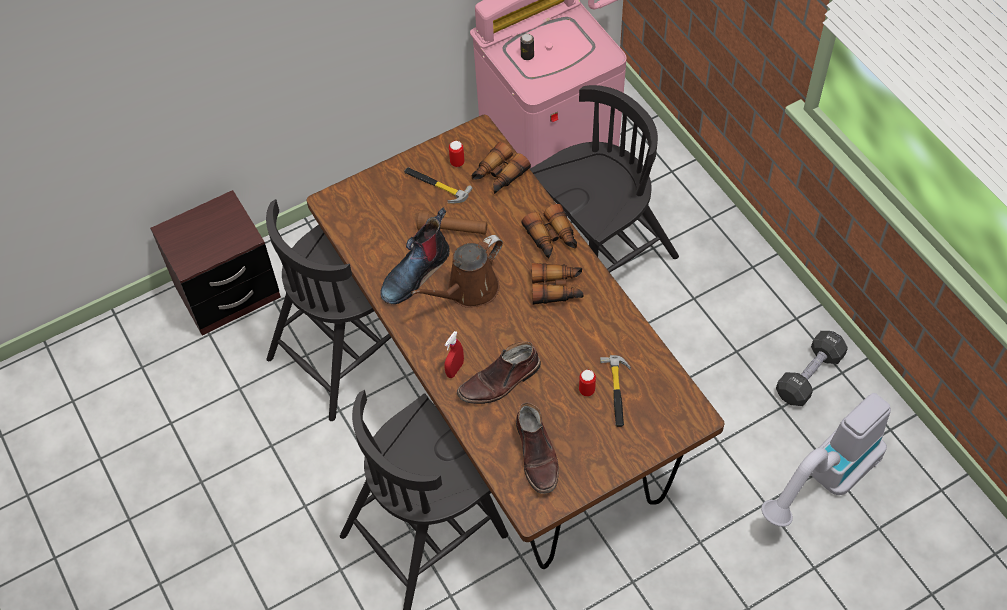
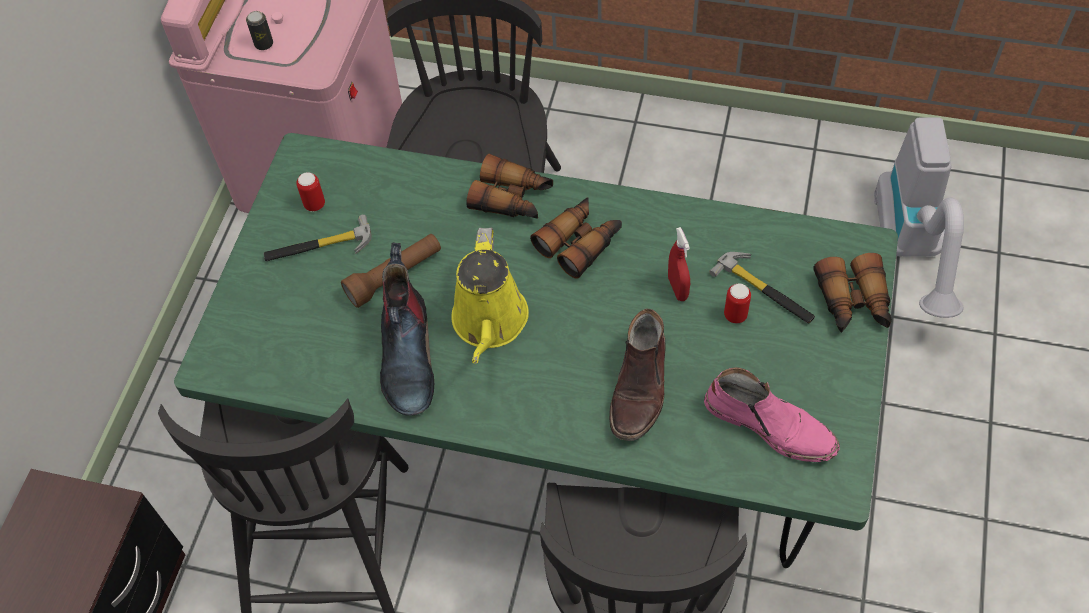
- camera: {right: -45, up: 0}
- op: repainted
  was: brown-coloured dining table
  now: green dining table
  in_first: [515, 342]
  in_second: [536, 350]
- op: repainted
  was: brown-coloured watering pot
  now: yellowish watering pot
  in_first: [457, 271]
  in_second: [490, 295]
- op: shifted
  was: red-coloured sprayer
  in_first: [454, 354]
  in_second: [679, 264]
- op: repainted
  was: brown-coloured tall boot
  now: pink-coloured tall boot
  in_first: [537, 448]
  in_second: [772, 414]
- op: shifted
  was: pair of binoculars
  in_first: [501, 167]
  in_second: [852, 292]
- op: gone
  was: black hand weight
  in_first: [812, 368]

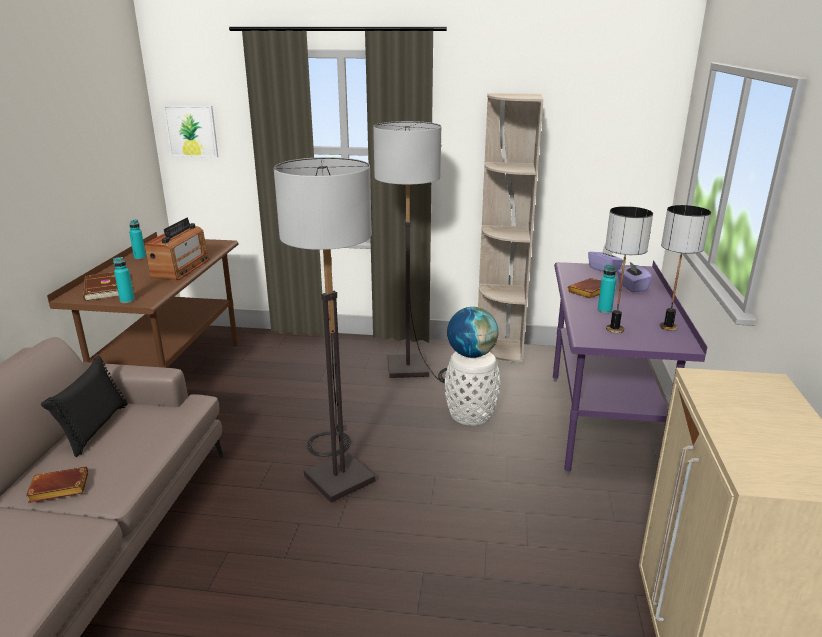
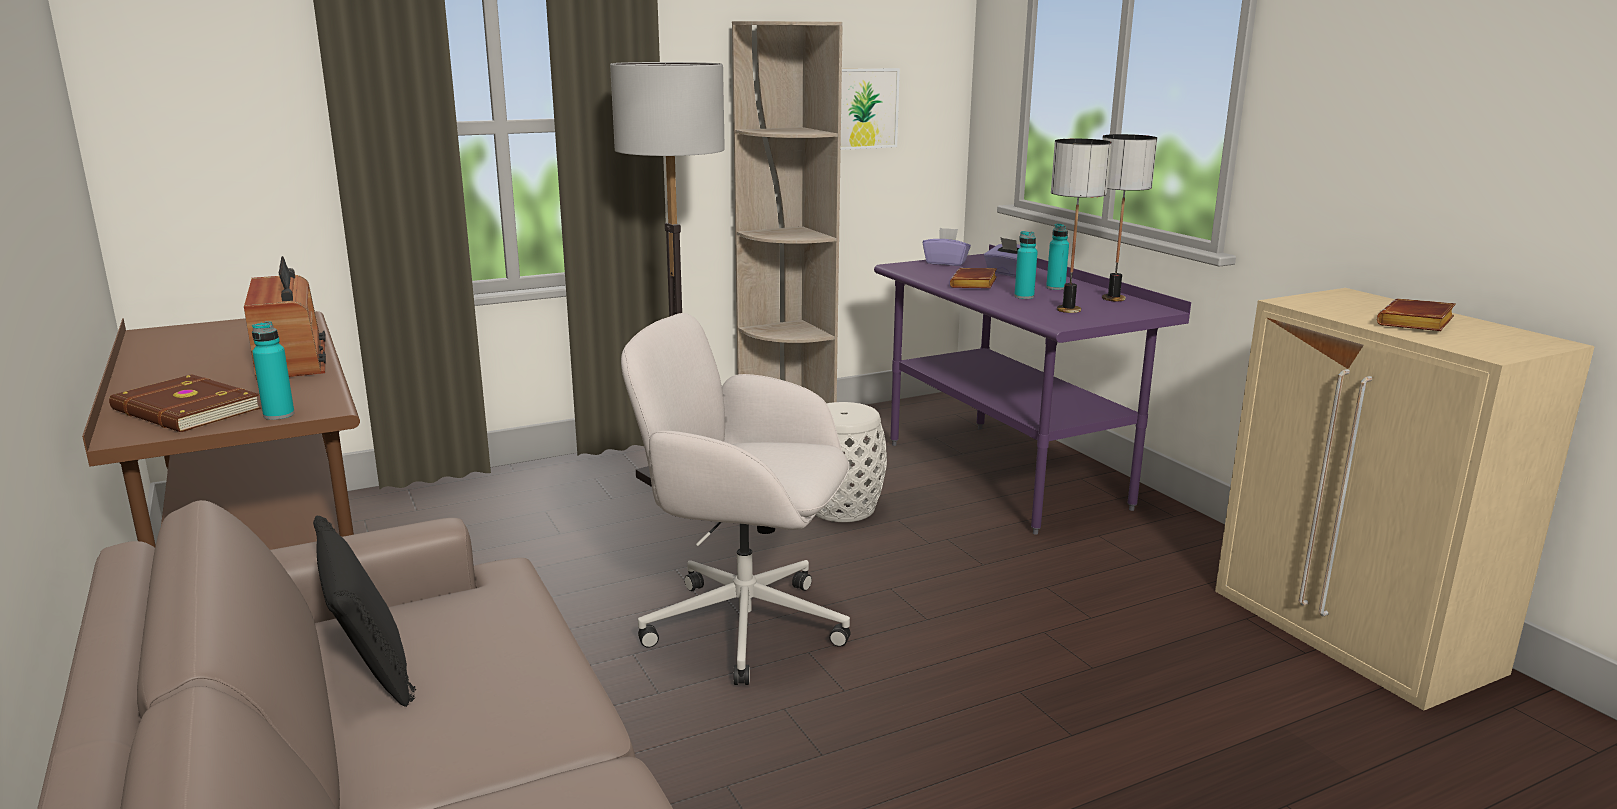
- camera: {right: -35, up: -5}
- op: swapped
  was: standard lamp
  now: white-coloured computer chair
  in_first: [324, 330]
  in_second: [735, 499]
- op: shifted
  was: wall picture
  in_first: [190, 131]
  in_second: [870, 109]
- op: shifted
  was: blue-green bottle
  in_first: [137, 239]
  in_second: [1057, 257]
- op: shifted
  was: brown-coloured book
  in_first: [57, 485]
  in_second: [1416, 314]
- op: gone
  was: globe
  in_first: [472, 332]

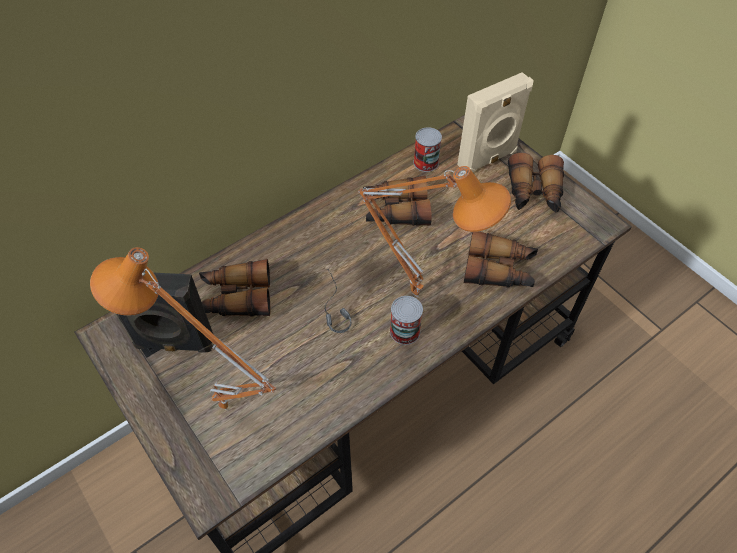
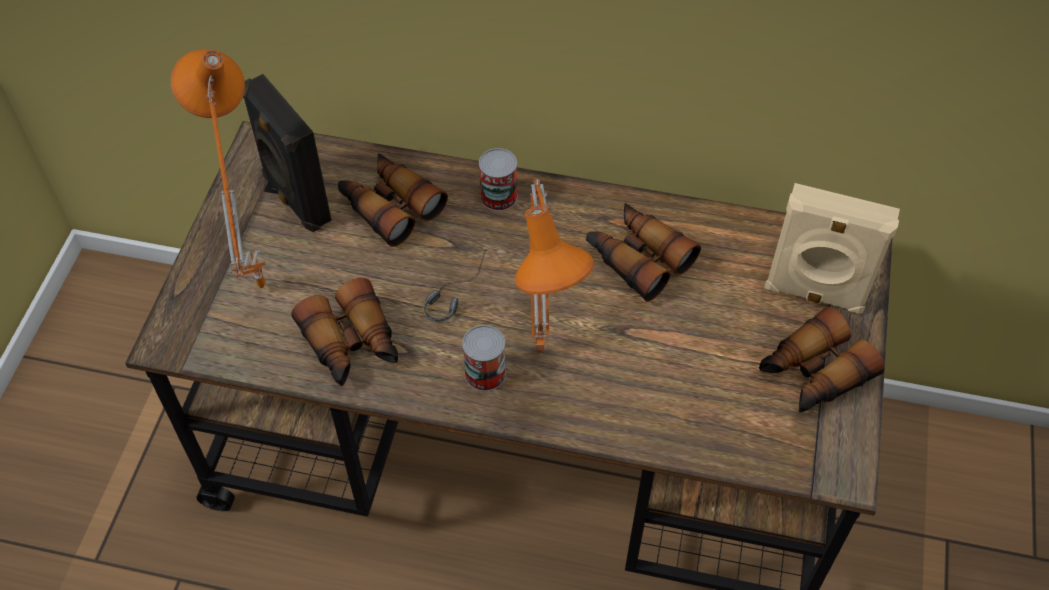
- camera: {right: 50, up: 0}
- op: shifted
  was: pair of binoculars
  in_first: [501, 259]
  in_second: [344, 332]
- op: shifted
  was: sealed can
  in_first: [428, 149]
  in_second: [498, 179]

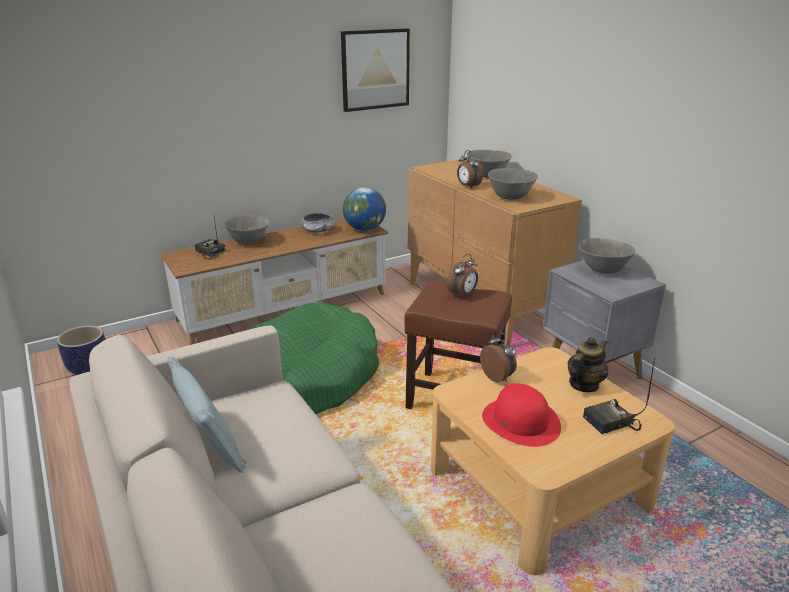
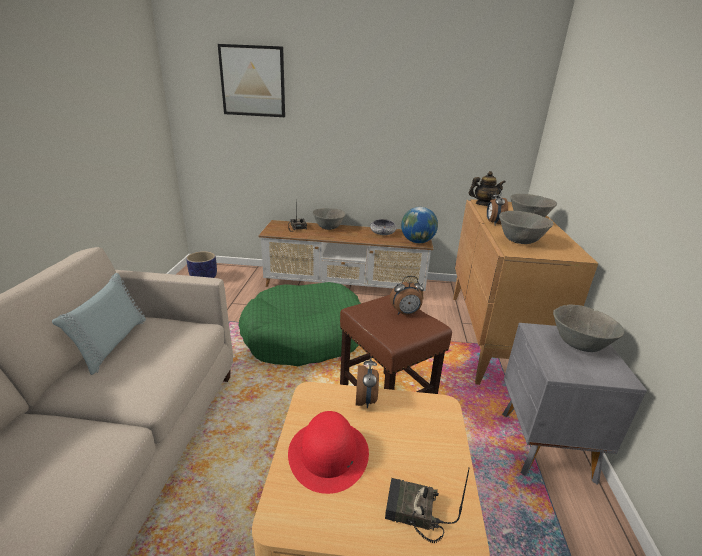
- camera: {right: 35, up: 0}
- op: shifted
  was: wall picture
  in_first: [375, 70]
  in_second: [251, 80]
- op: shifted
  was: teapot
  in_first: [588, 364]
  in_second: [487, 188]

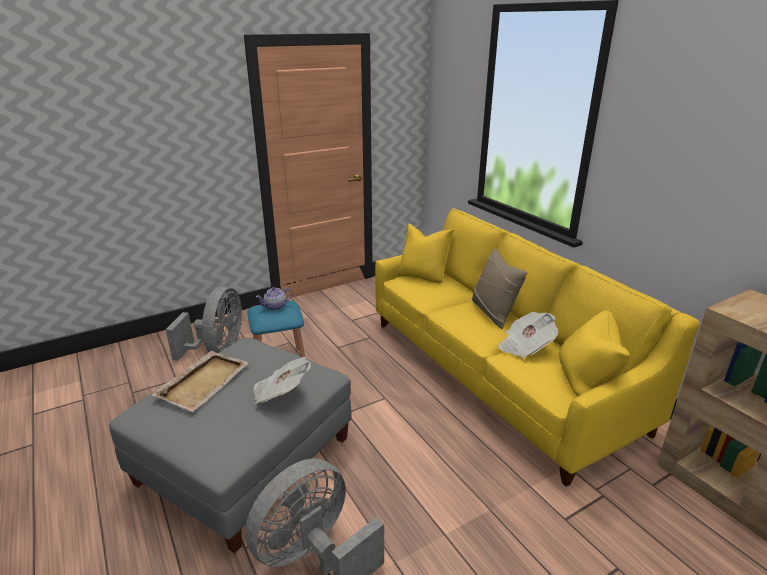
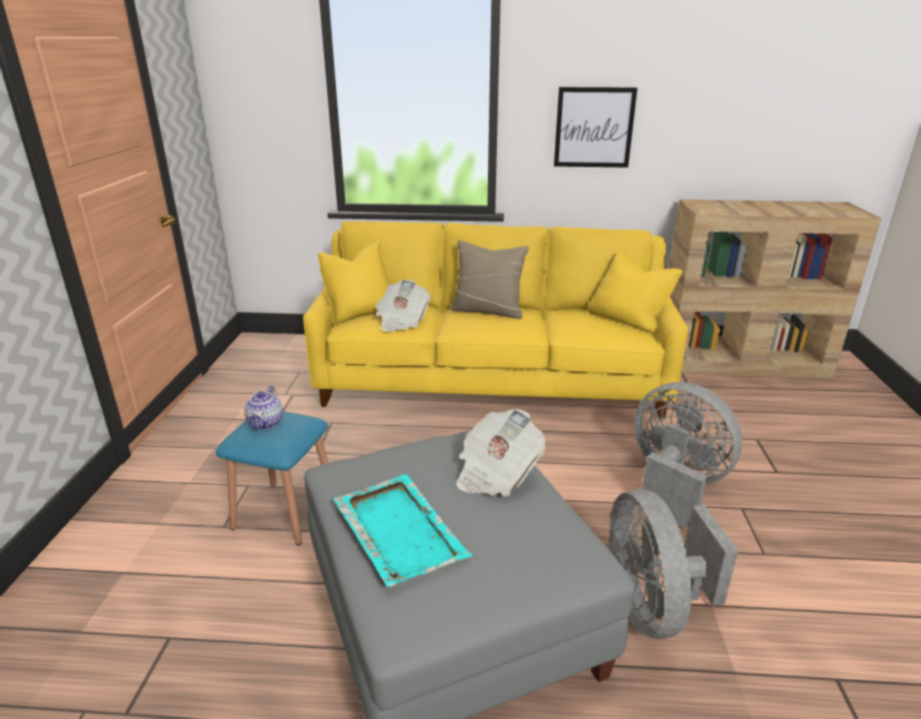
- camera: {right: -55, up: 0}
- op: repainted
  was: sand-coloured tray
  now: blue-green tray
  in_first: [200, 381]
  in_second: [402, 530]
- op: shifted
  was: newspaper
  in_first: [528, 335]
  in_second: [403, 305]
- op: new
  now: wall picture
  in_second: [595, 127]
- op: shifted
  was: greyish electric fan
  in_first: [204, 324]
  in_second: [688, 455]

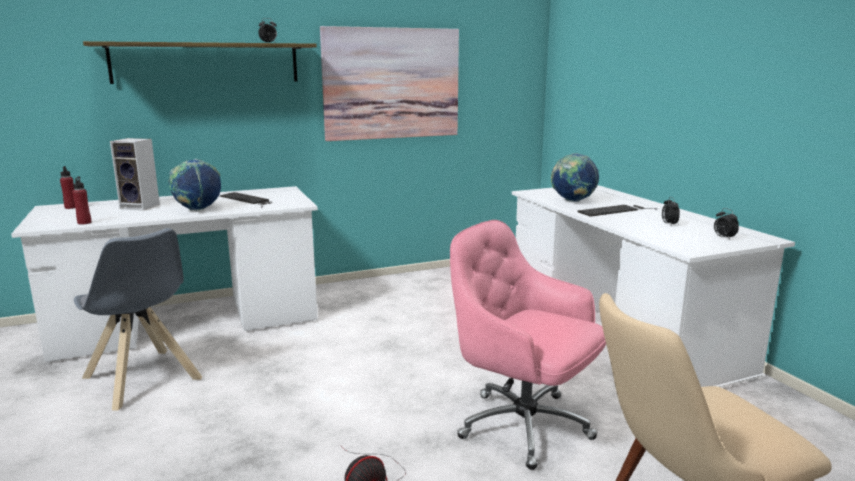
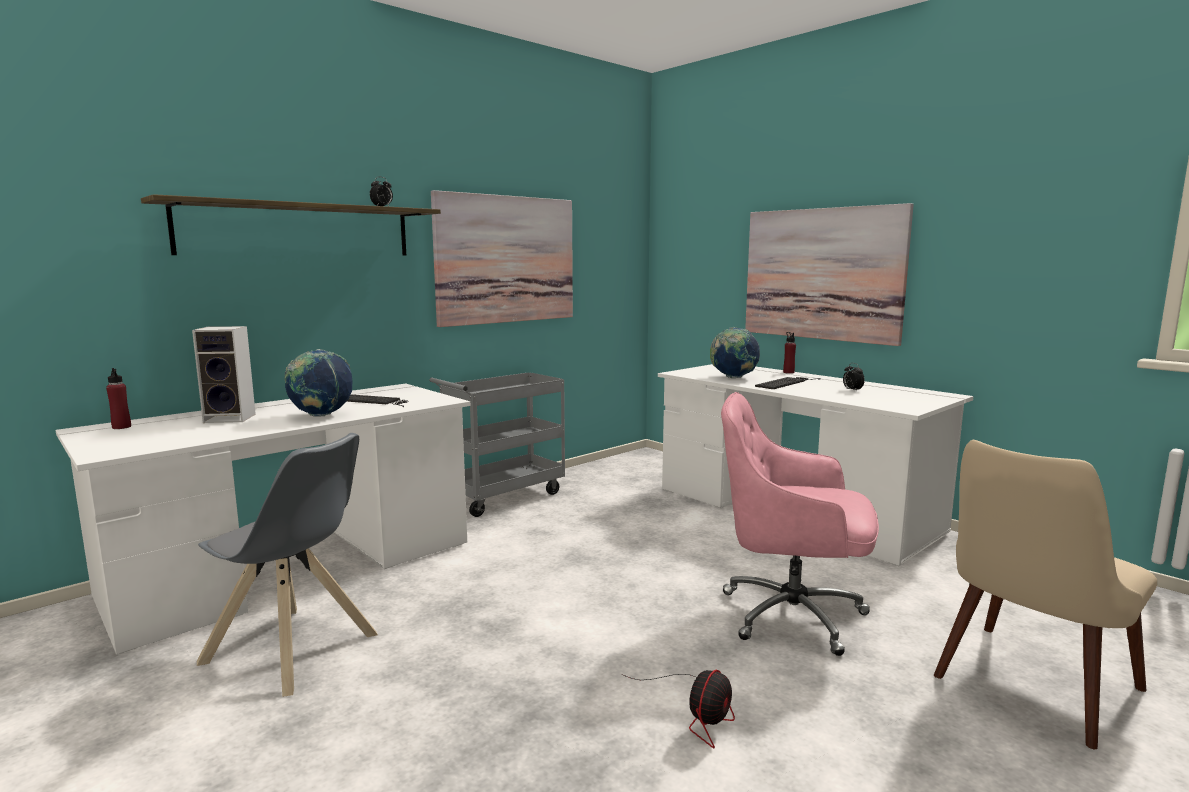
- camera: {right: -20, up: -5}
- op: new
  now: greyish cart
  in_second: [497, 444]
- op: new
  now: wall picture
  in_second: [829, 274]
- op: shifted
  was: red-coloured bottle
  in_first: [81, 201]
  in_second: [789, 353]
- op: gone
  was: bedside clock
  in_first: [726, 224]

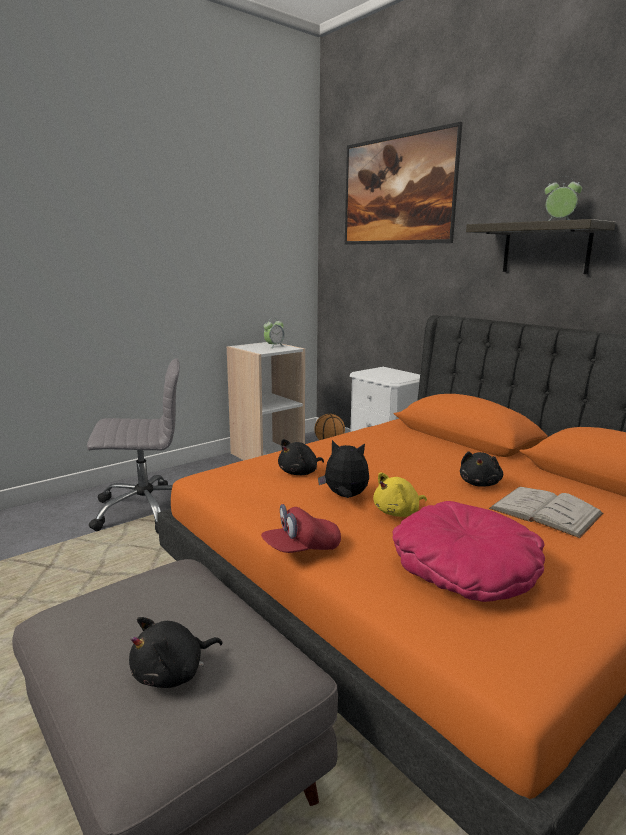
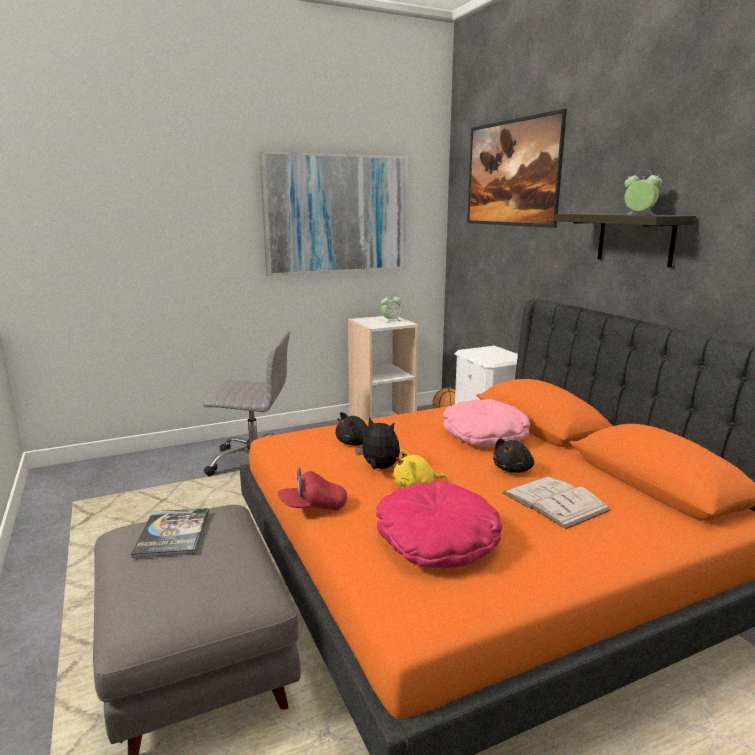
- camera: {right: 15, up: 0}
- op: new
  now: book
  in_second: [170, 533]
- op: new
  now: wall picture
  in_second: [333, 213]
- op: new
  now: pink-coloured throw pillow
  in_second: [486, 423]
- op: gone
  was: black soft toy
  in_first: [175, 652]

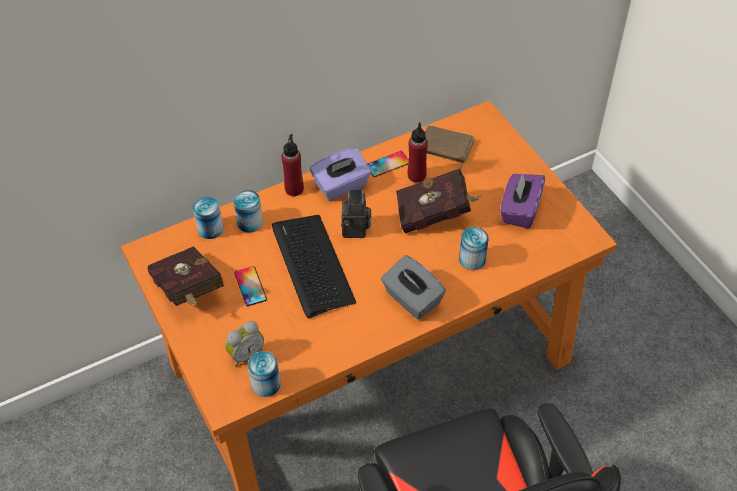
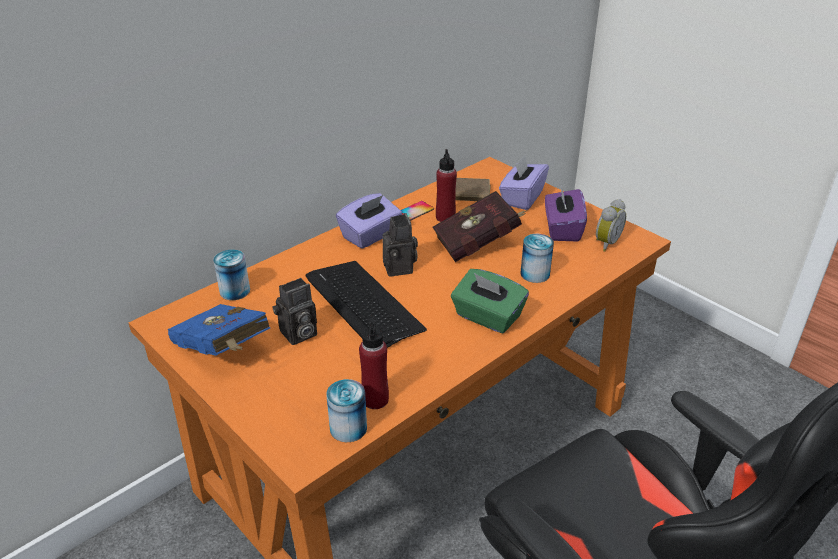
- camera: {right: -15, up: -15}
- op: repainted
  was: red-coloured book
  now: blue book
  in_first: [186, 276]
  in_second: [219, 330]
- op: swapped
  was: handset
  now: photo camera
  in_first: [250, 286]
  in_second: [294, 311]
- op: shifted
  was: red-coloured bottle
  in_first: [292, 165]
  in_second: [374, 362]
- op: repainted
  was: greyish box of tissues
  now: green box of tissues
  in_first: [413, 287]
  in_second: [490, 301]
- op: new
  now: purplish box of tissues
  in_second: [524, 182]
- op: shifted
  was: bedside clock
  in_first: [244, 344]
  in_second: [611, 225]
- op: gone
  was: sealed can
  in_first: [248, 211]

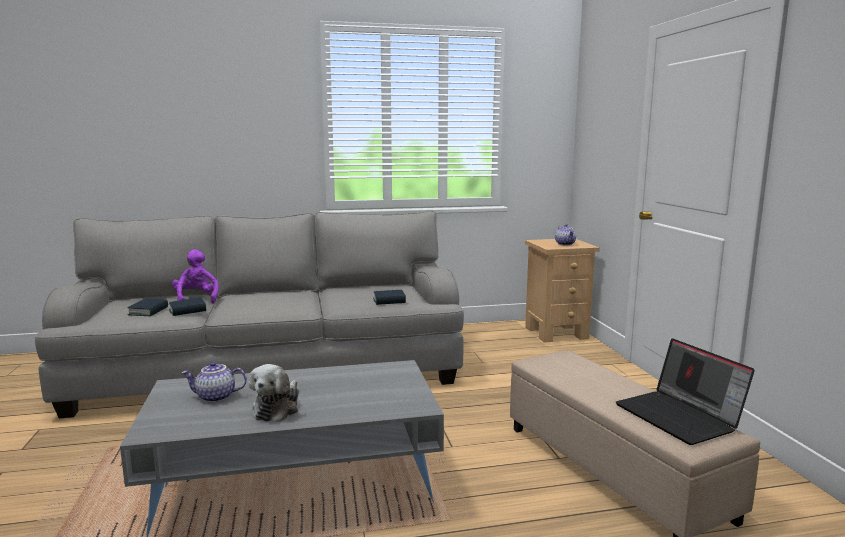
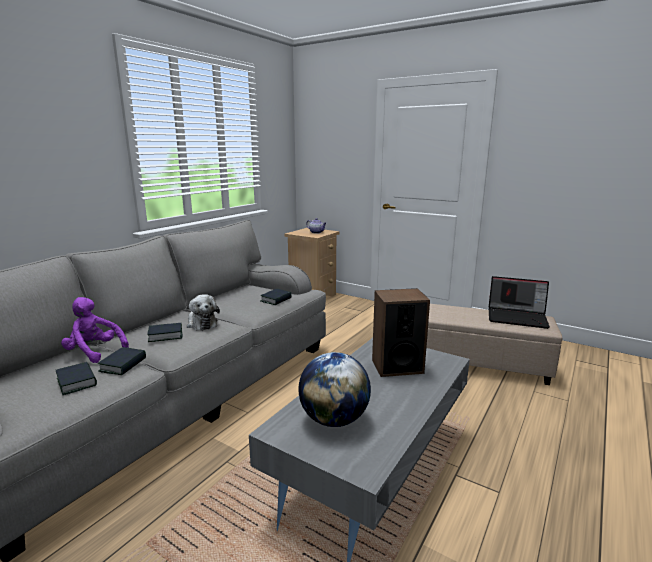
- camera: {right: -45, up: 5}
- op: new
  now: book
  in_second: [164, 332]
- op: shifted
  was: soft toy
  in_first: [274, 393]
  in_second: [203, 312]
- op: swapped
  was: teapot
  now: globe
  in_first: [214, 382]
  in_second: [334, 389]
- op: new
  now: audio speaker
  in_second: [401, 332]

